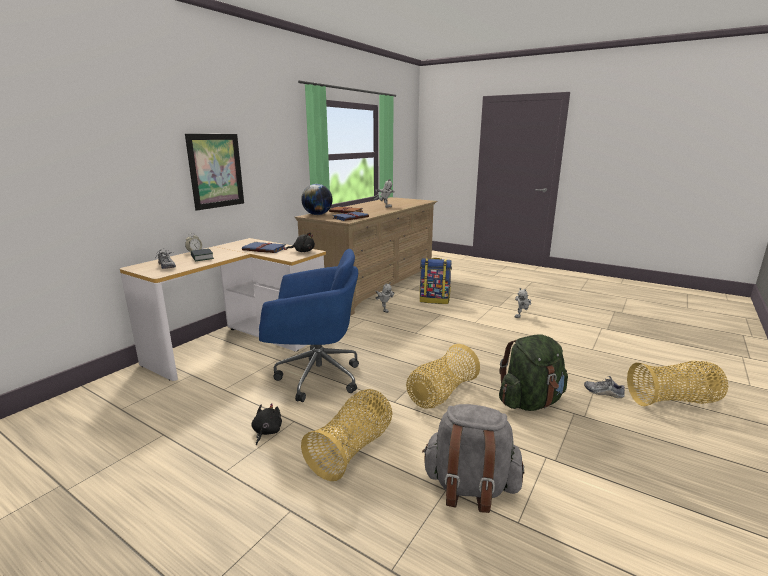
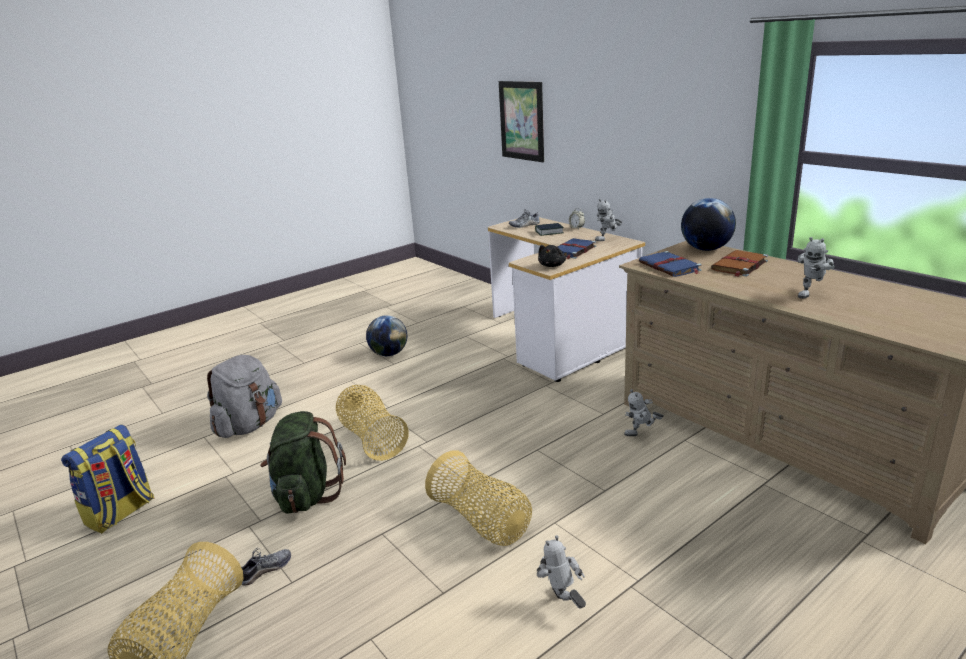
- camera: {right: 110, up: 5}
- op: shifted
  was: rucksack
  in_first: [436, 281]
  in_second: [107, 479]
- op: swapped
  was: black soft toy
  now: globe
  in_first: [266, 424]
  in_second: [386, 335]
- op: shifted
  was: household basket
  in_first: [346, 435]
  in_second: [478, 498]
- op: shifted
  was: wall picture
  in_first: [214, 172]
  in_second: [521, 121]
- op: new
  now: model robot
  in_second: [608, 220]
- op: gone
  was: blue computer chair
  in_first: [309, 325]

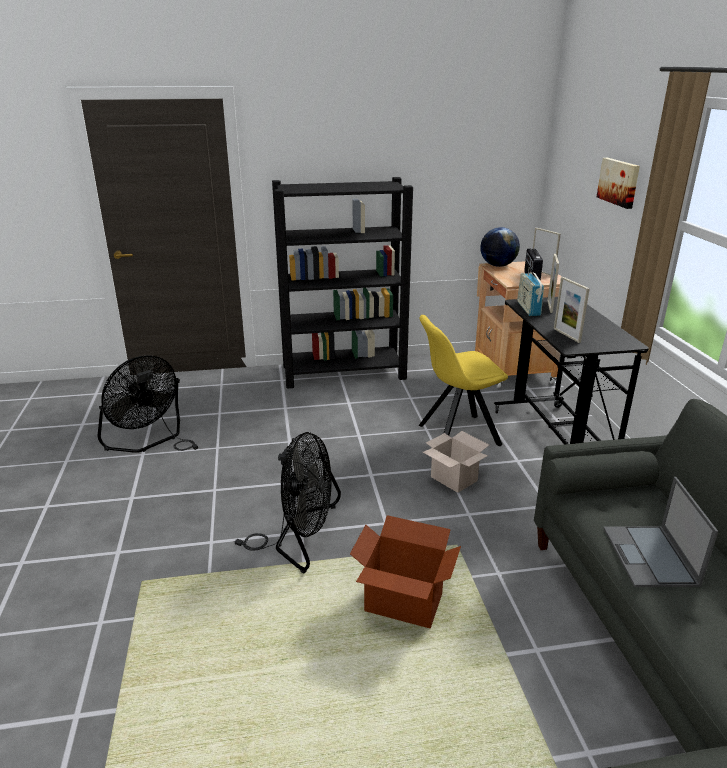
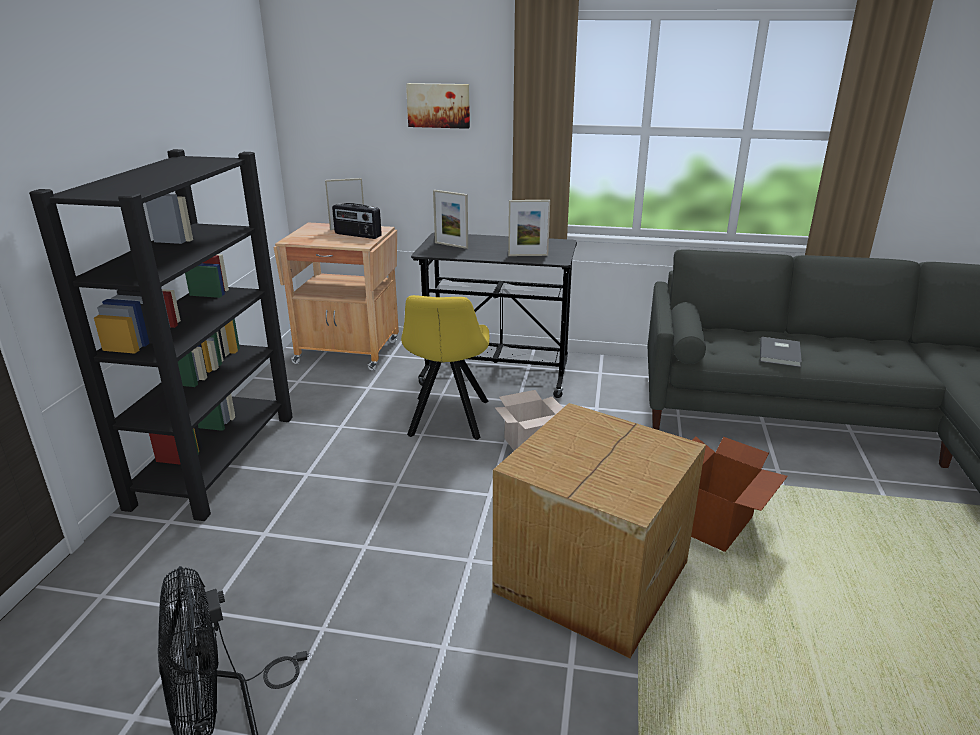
- camera: {right: -70, up: 0}
- op: swapped
  was: black electric fan
  now: carton
  in_first: [287, 503]
  in_second: [599, 530]
- op: swapped
  was: portable computer
  now: greyish book
  in_first: [660, 532]
  in_second: [781, 352]
- op: gone
  was: globe
  in_first: [500, 247]
- op: gone
  was: radio
  in_first: [530, 291]

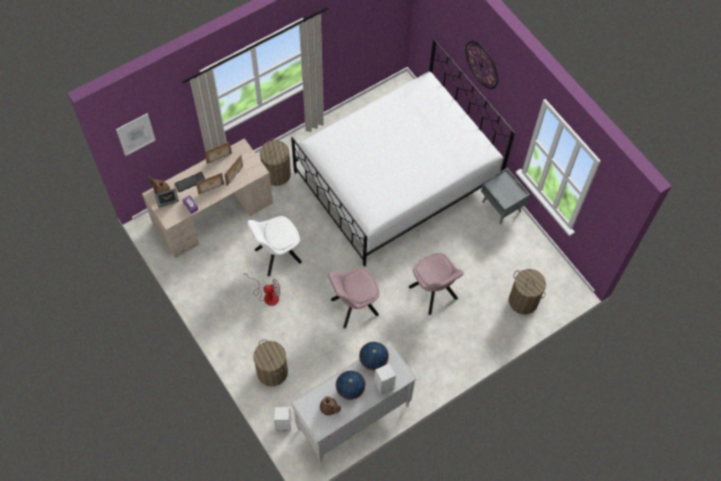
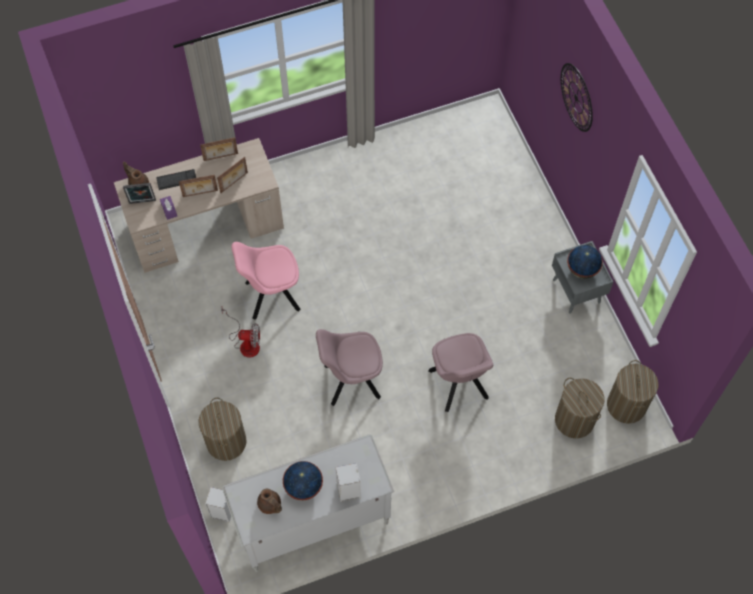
- camera: {right: 15, up: 0}
- op: repainted
  was: white-coloured chair
  now: pink-coloured chair
  in_first: [274, 246]
  in_second: [265, 281]
- op: shifted
  was: globe
  in_first: [374, 356]
  in_second: [585, 262]
- op: shifted
  was: washing basket
  in_first: [275, 162]
  in_second: [633, 392]
- op: gone
  was: wall picture
  in_first: [136, 134]
- op: gone
  was: white-coloured bedroom bed
  in_first: [403, 153]

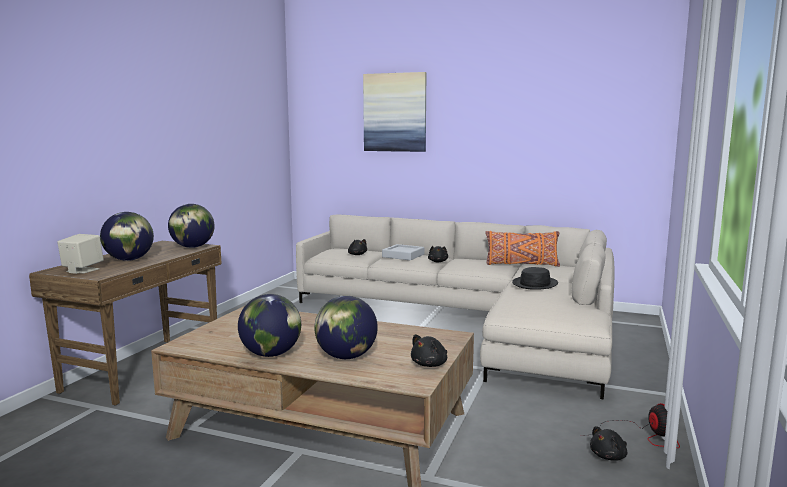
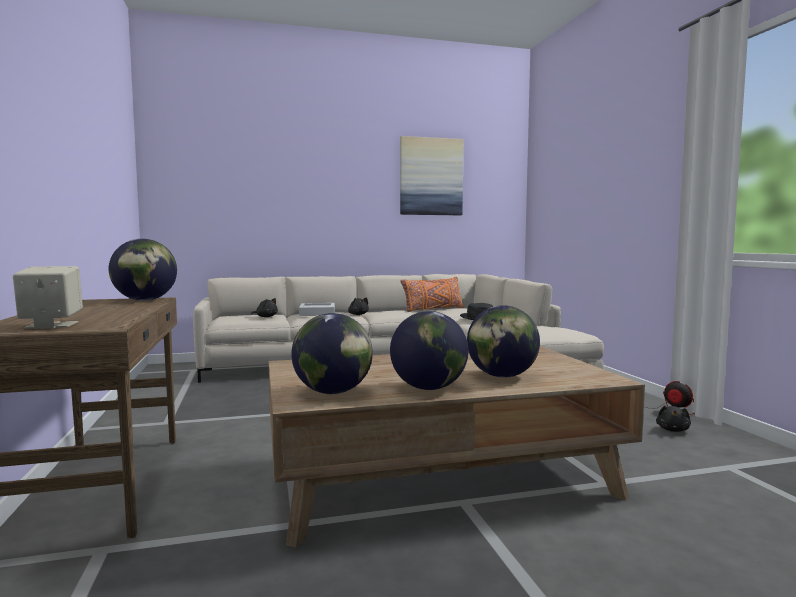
- camera: {right: -35, up: -5}
- op: shifted
  was: globe
  in_first: [127, 236]
  in_second: [332, 353]
- op: shifted
  was: wall picture
  in_first: [394, 112]
  in_second: [431, 175]
- op: gone
  was: black soft toy
  in_first: [429, 350]

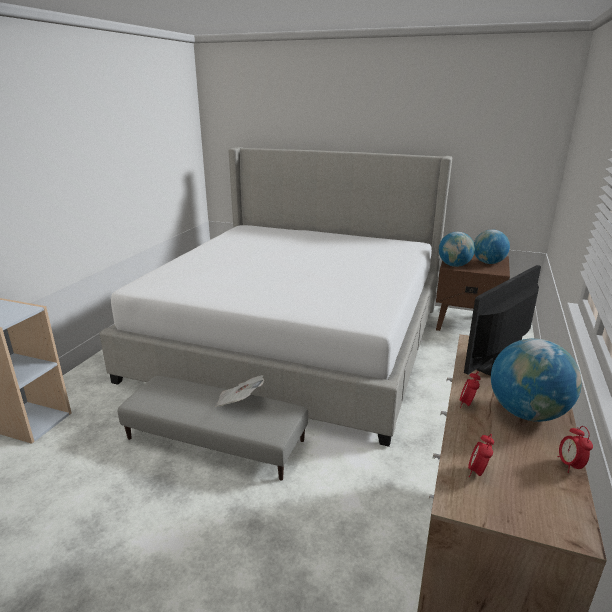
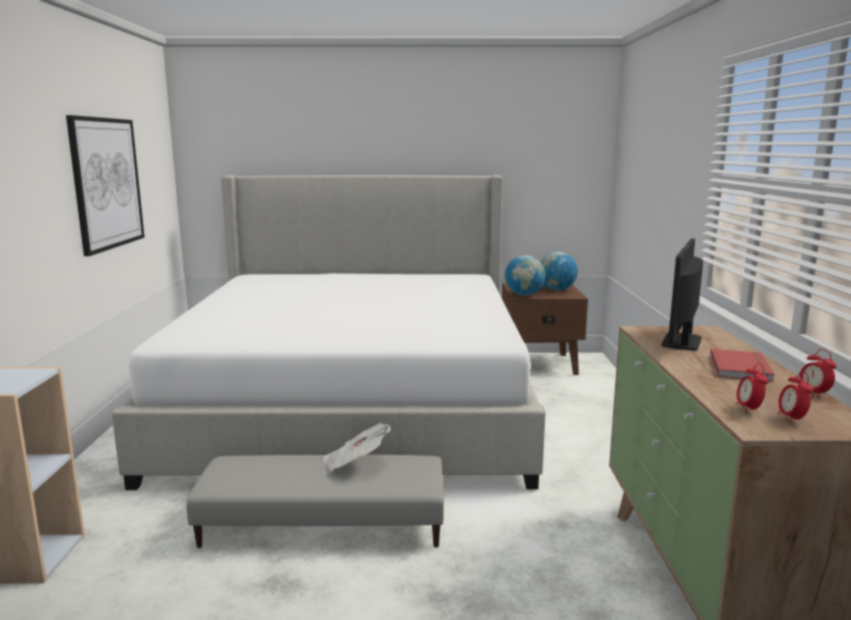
- camera: {right: -20, up: -10}
- op: new
  now: wall picture
  in_second: [105, 185]
- op: swapped
  was: globe
  now: red-coloured book
  in_first: [536, 380]
  in_second: [742, 365]
- op: shifted
  was: bedside clock
  in_first: [470, 389]
  in_second: [796, 397]

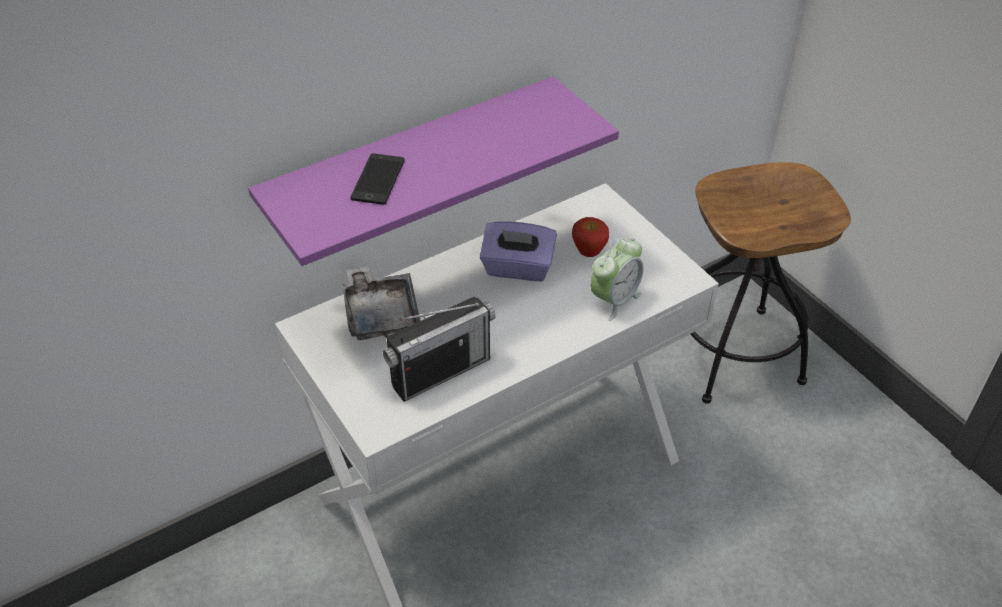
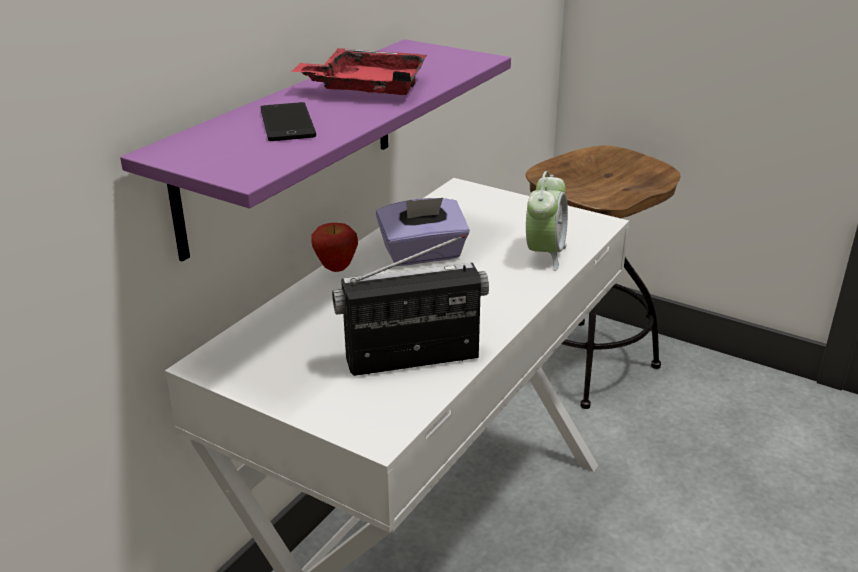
- camera: {right: -25, up: -15}
- op: new
  now: red-coloured tray
  in_second: [359, 71]
- op: shifted
  was: apple
  in_first: [590, 237]
  in_second: [334, 247]
- op: rotated
  was: radio
  in_first: [439, 349]
  in_second: [410, 305]
  clockwise: -135
- op: gone
  was: greyish tray
  in_first: [381, 303]

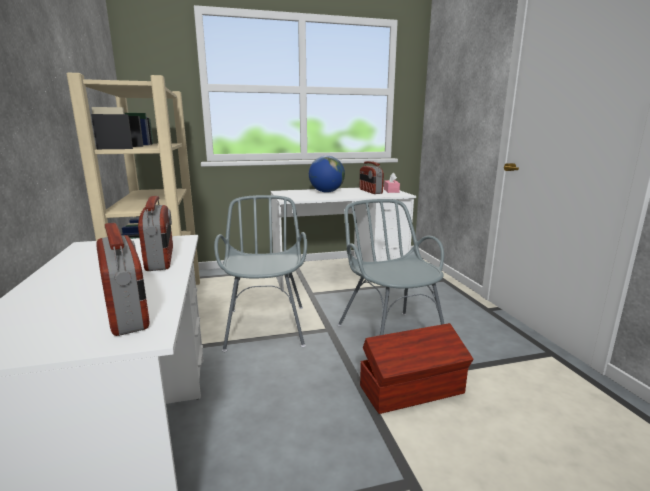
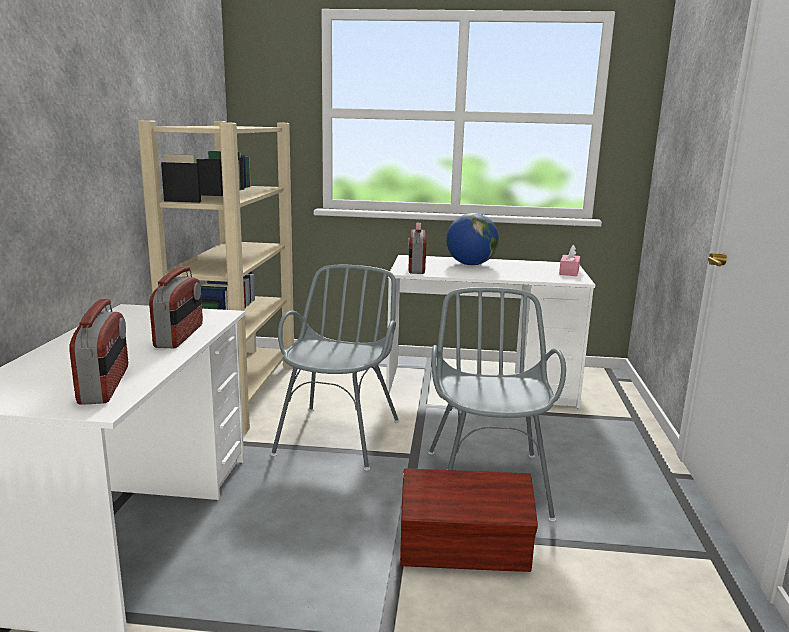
- camera: {right: 20, up: 0}
- op: shifted
  was: radio
  in_first: [371, 177]
  in_second: [417, 248]

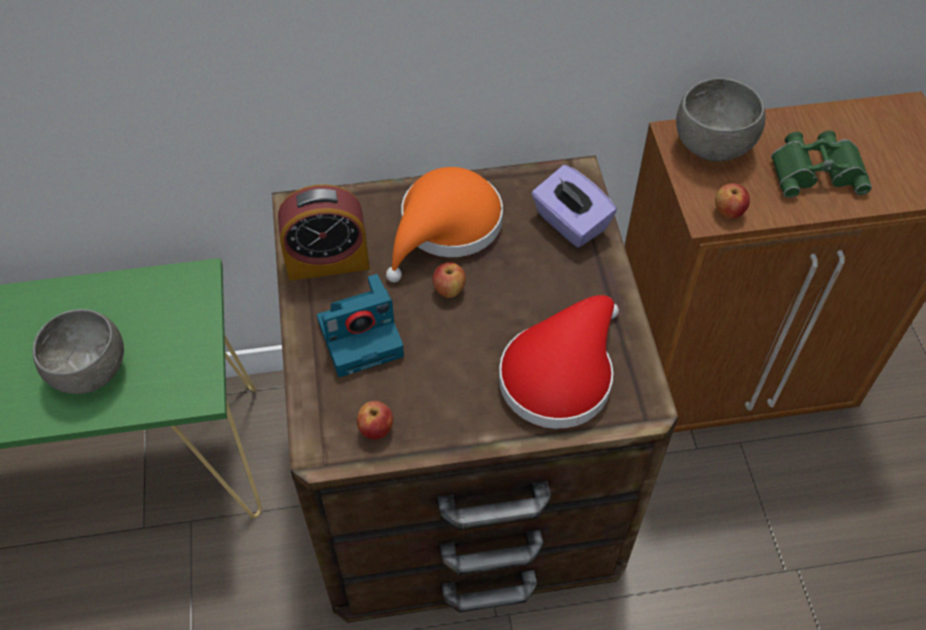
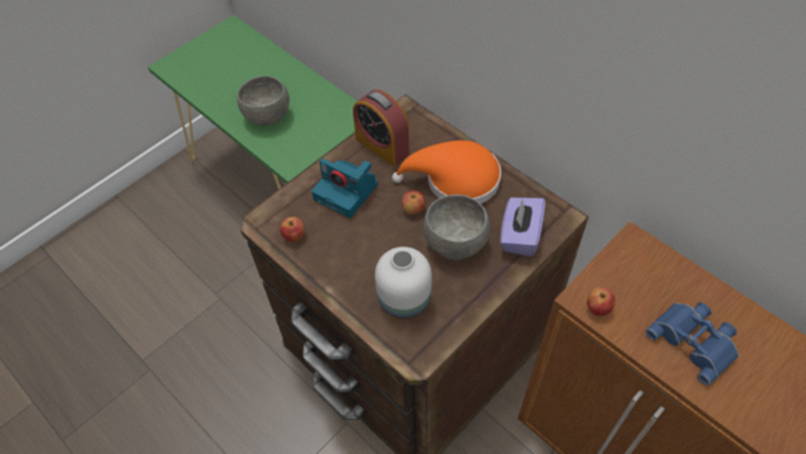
- camera: {right: 55, up: 0}
- op: swapped
  was: red-coloured wearable hat
  now: white-coloured vase
  in_first: [559, 362]
  in_second: [403, 283]
- op: shifted
  was: greyish deep dish
  in_first: [720, 120]
  in_second: [457, 227]
- op: repainted
  was: green pair of binoculars
  now: blue pair of binoculars
  in_first: [821, 164]
  in_second: [692, 344]

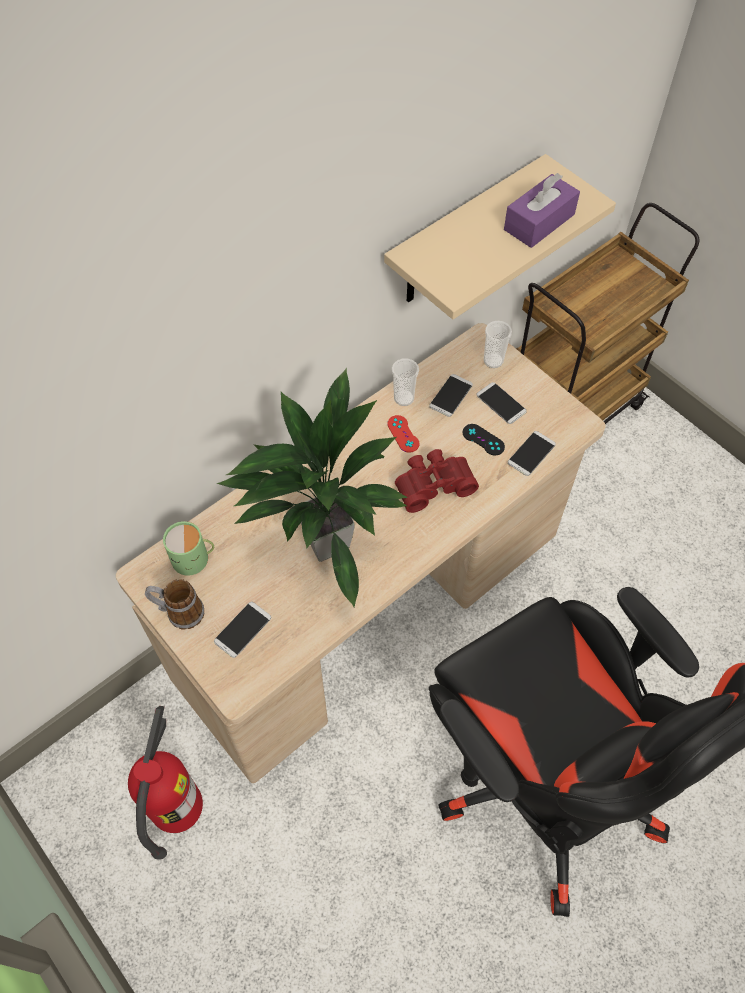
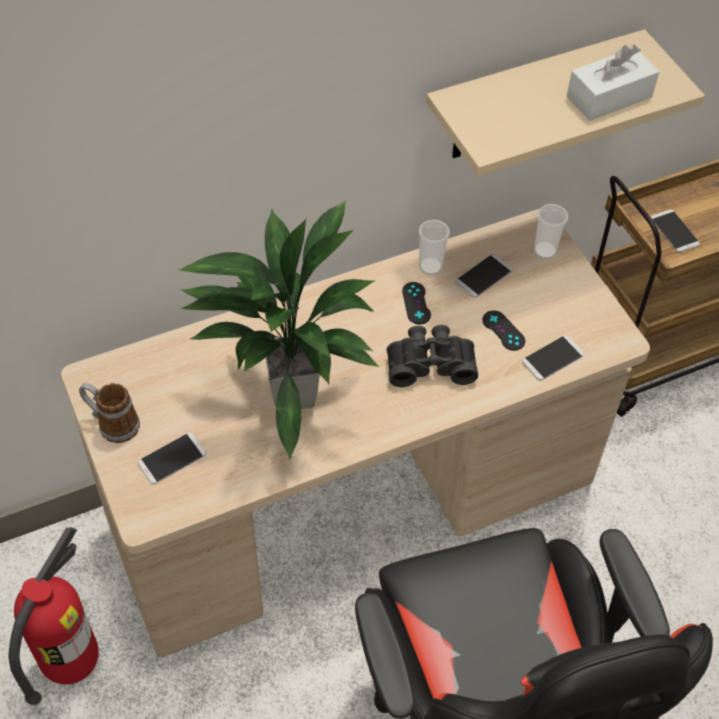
- camera: {right: 15, up: -5}
- op: repainted
  was: red-coloured pair of binoculars
  now: black pair of binoculars
  in_first: [437, 481]
  in_second: [432, 356]
- op: repainted
  was: red-coloured gamepad
  now: black gamepad
  in_first: [403, 434]
  in_second: [416, 303]
- op: repainted
  was: purplish box of tissues
  now: white-coloured box of tissues
  in_first: [542, 210]
  in_second: [613, 83]
- op: shifted
  was: handset
  in_first: [502, 403]
  in_second: [675, 230]
- op: gone
  was: green coffee mug
  in_first: [188, 548]

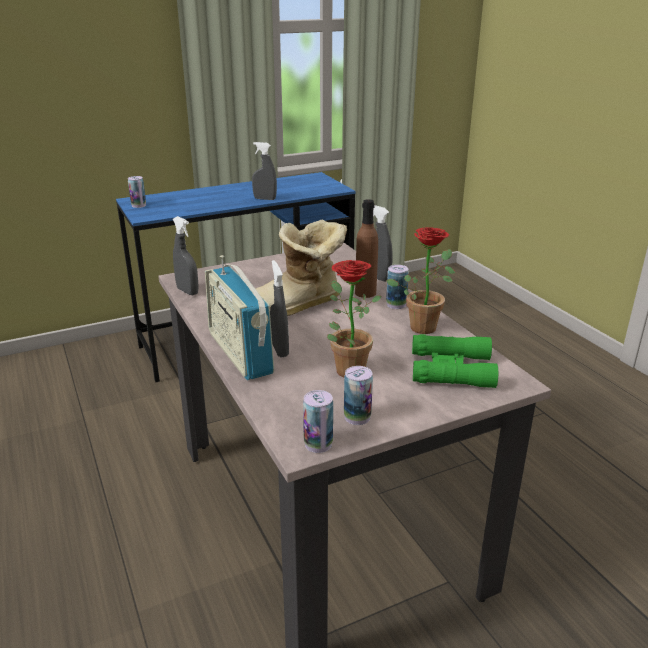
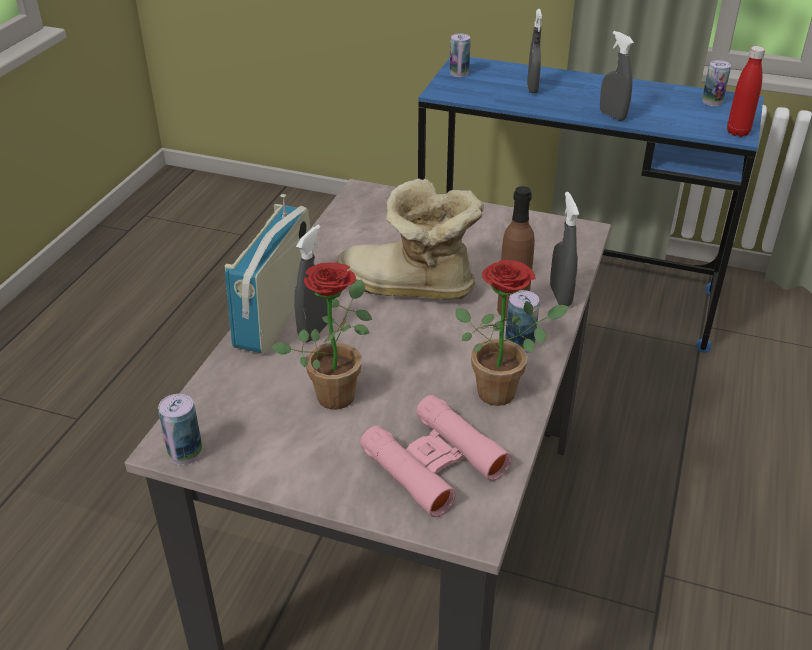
- camera: {right: 45, up: 10}
- op: repainted
  was: green pair of binoculars
  now: pink-coloured pair of binoculars
  in_first: [455, 361]
  in_second: [436, 456]
- op: shifted
  was: greyish sprayer
  in_first: [186, 255]
  in_second: [534, 51]
- op: shifted
  was: sealed can
  in_first: [358, 395]
  in_second: [717, 83]
- op: new
  now: red-coloured bottle
  in_second: [746, 91]

